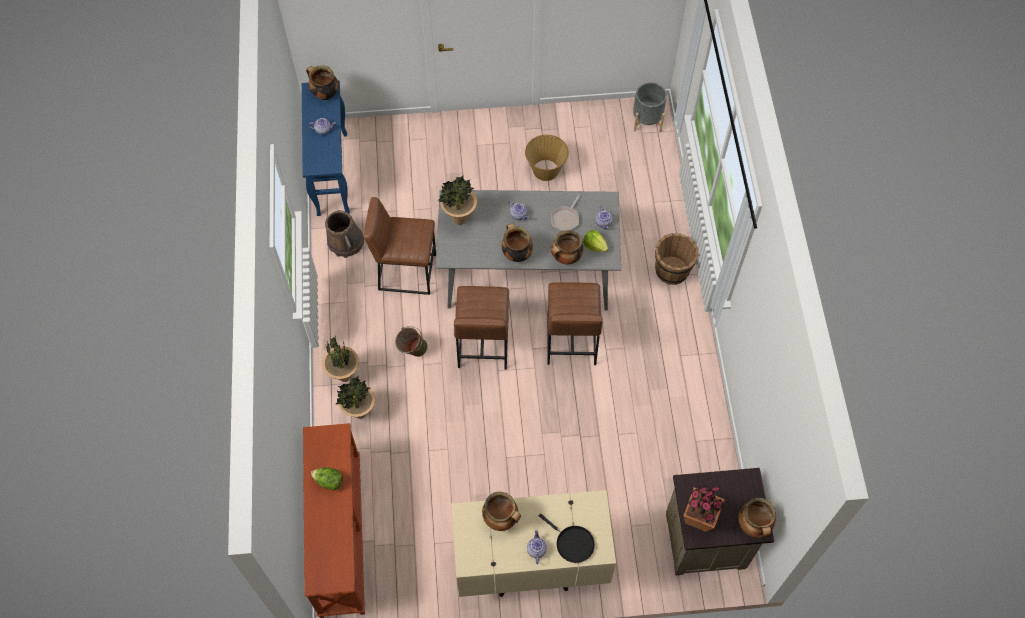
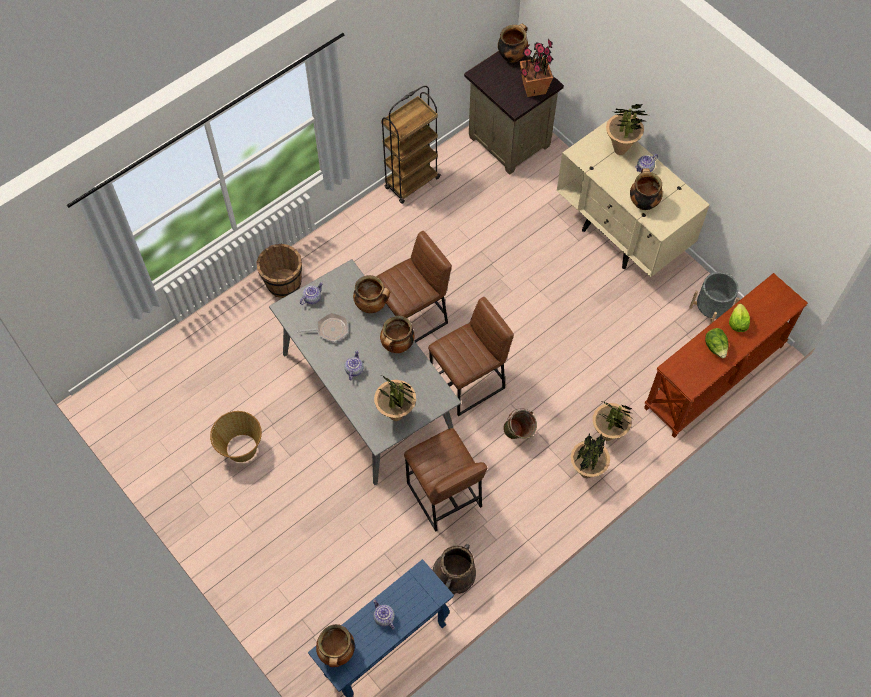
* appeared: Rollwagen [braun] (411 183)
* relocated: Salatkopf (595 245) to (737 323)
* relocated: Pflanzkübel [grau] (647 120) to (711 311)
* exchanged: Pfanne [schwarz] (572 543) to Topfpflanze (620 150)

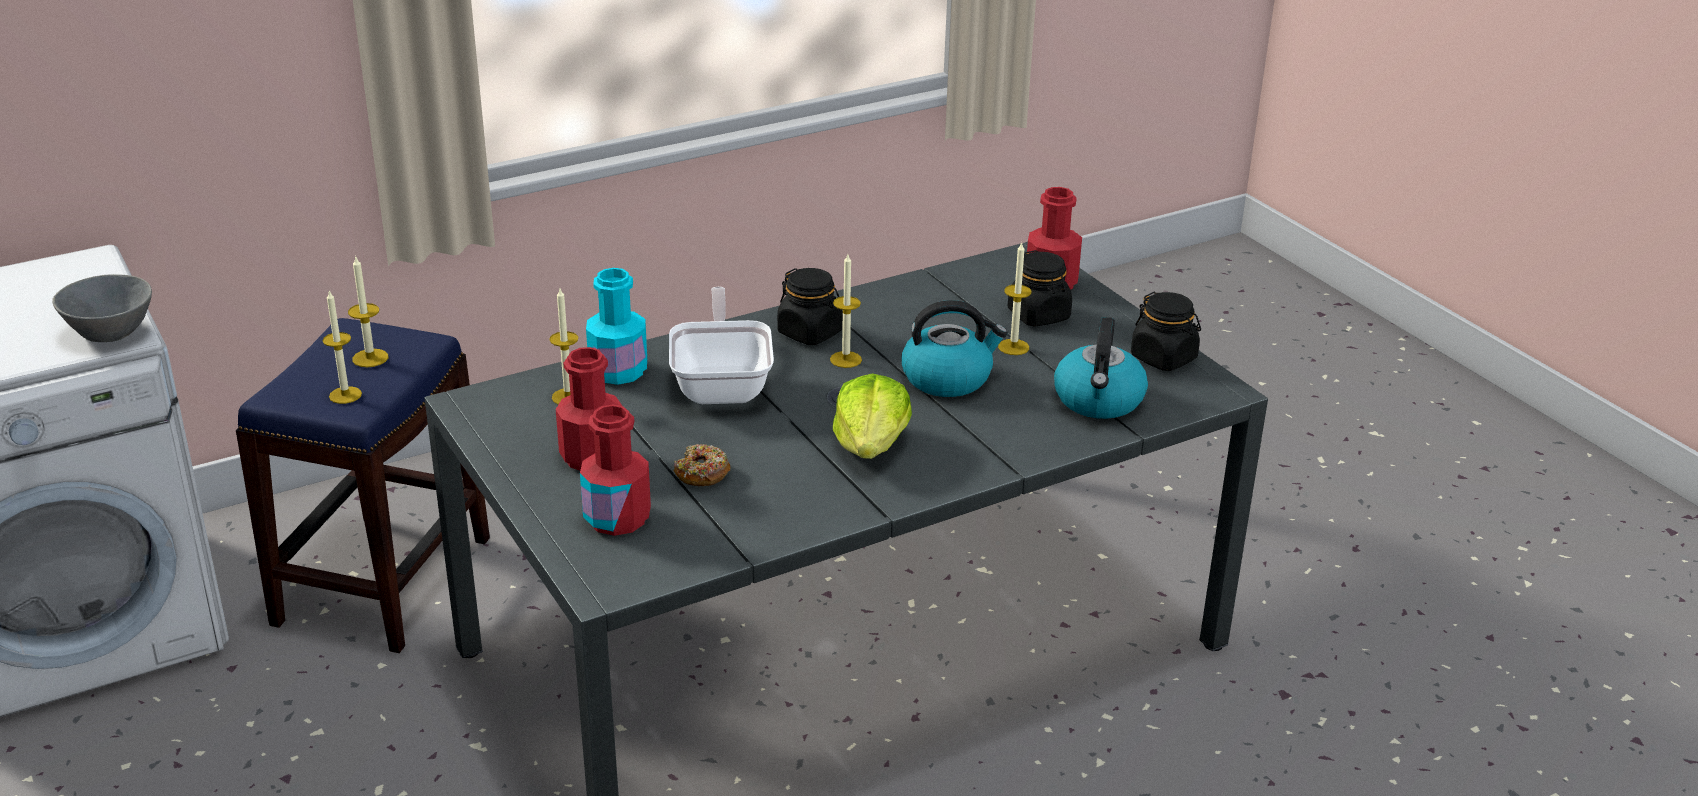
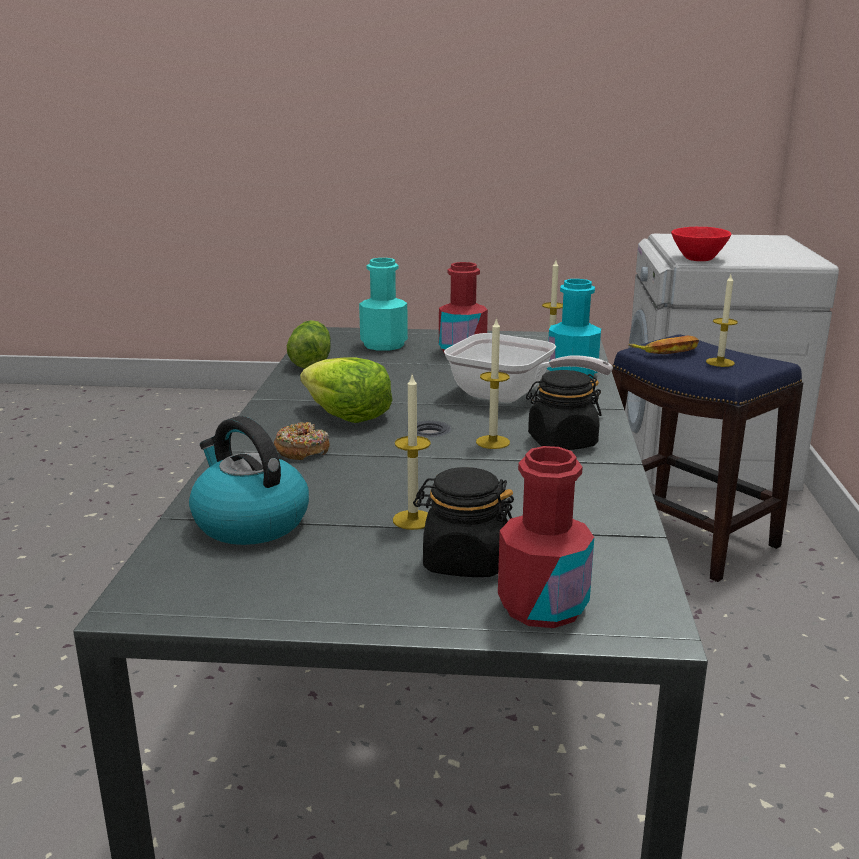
* missing: Wasserkessel (948 378)
* missing: Vorratsglas [schwarz] (1164 358)
* appeared: Salatkopf (311 360)
* relocated: Donut (702 474) to (302 450)
* exchanged: Kerze (345 395) to Banane (667 350)
* colour: Schüssel [grau] (111 334) to Schüssel [rot] (696 259)
* colour: Flasche [rot] (617 518) to Flasche [türkis] (384 345)

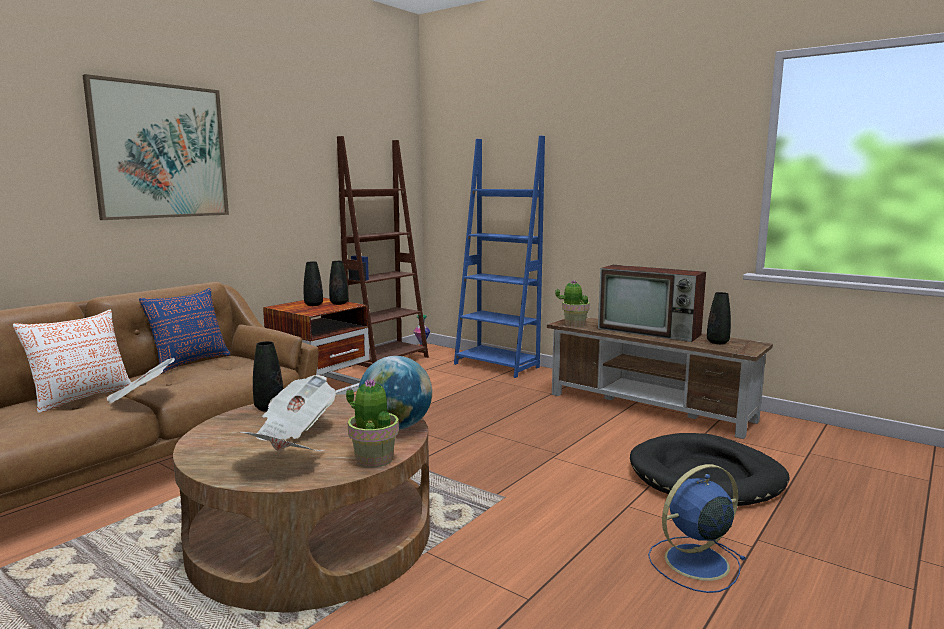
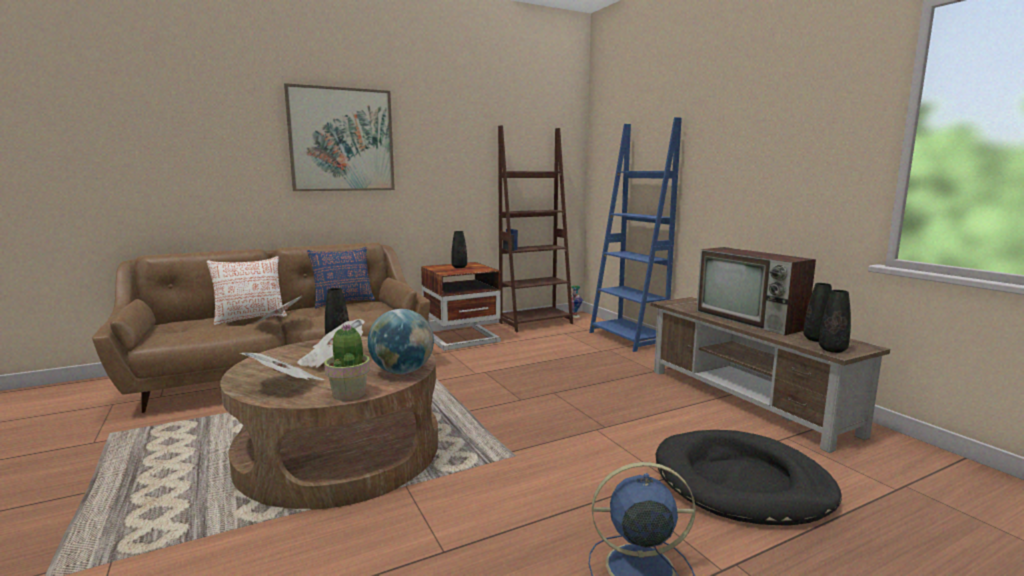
* missing: Topfpflanze (574 324)
* relocated: Vase [schwarz] (339 303) to (832 350)

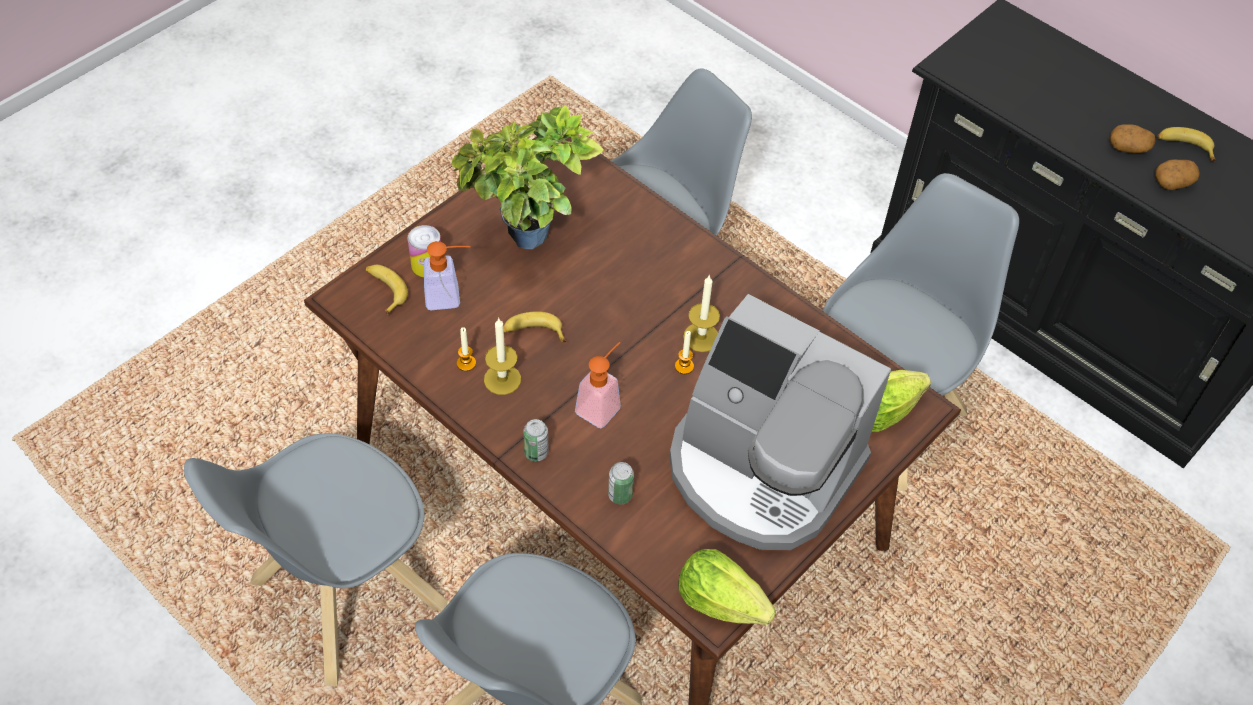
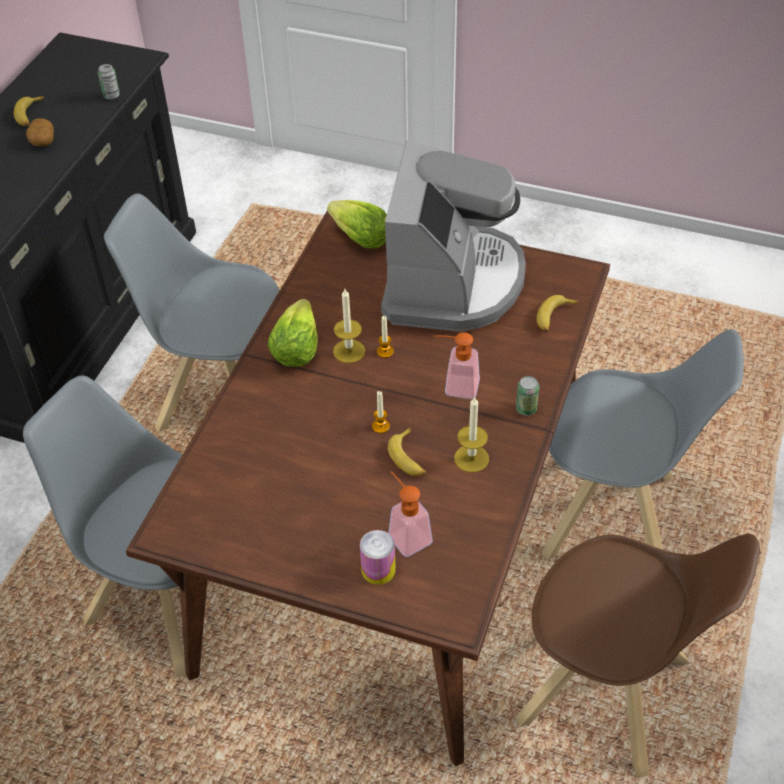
* missing: Topfpflanze (527 244)
* missing: Kartoffel (1172 182)
* relocated: Banane (385 290) to (554 317)
* relocated: Kerze (466 363) to (380 426)
* relocated: Dose (620 495) to (111 95)
* relocated: Salatkopf (720 601) to (296 350)
* colour: Stuhl [grau] (342 596) to Stuhl [braun] (609 694)

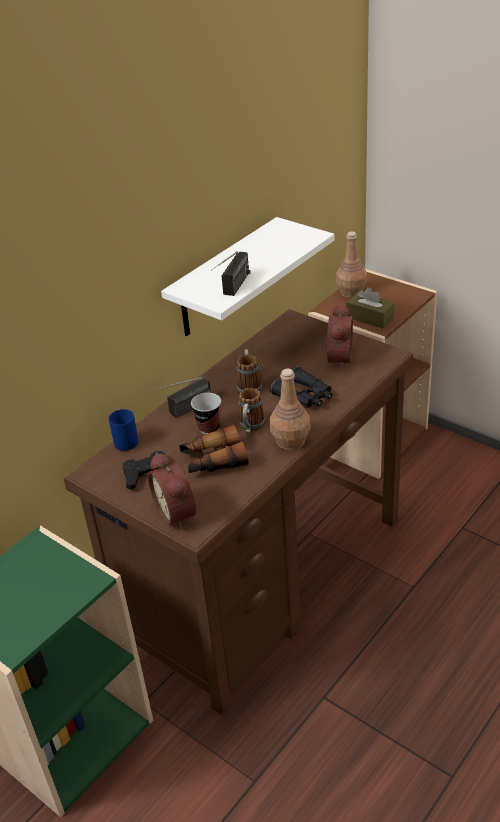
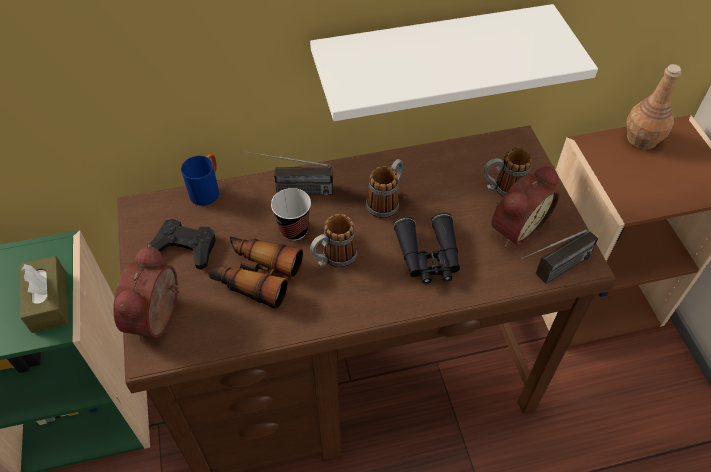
* missing: Flasche [braun] (291 441)
* appeared: Henkelbecher (502 189)
* relocated: Radio (233 290) to (551 274)
* relocated: Taschentuchbox [braun] (370 318) to (49 301)

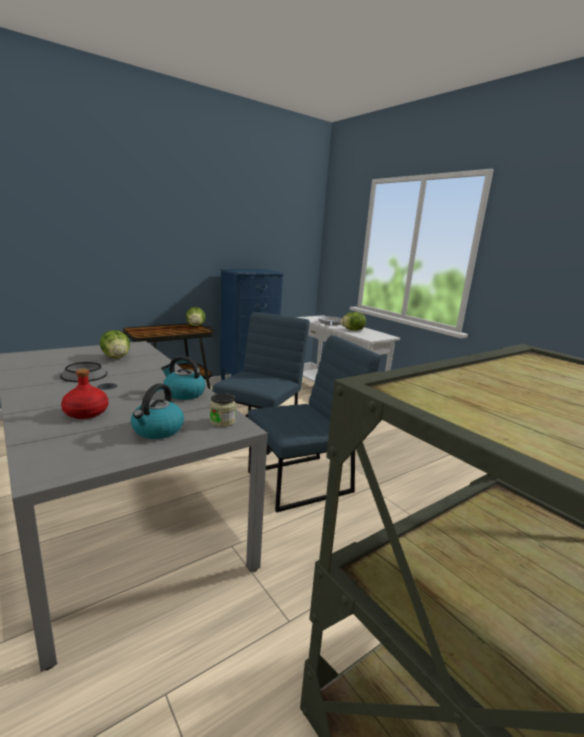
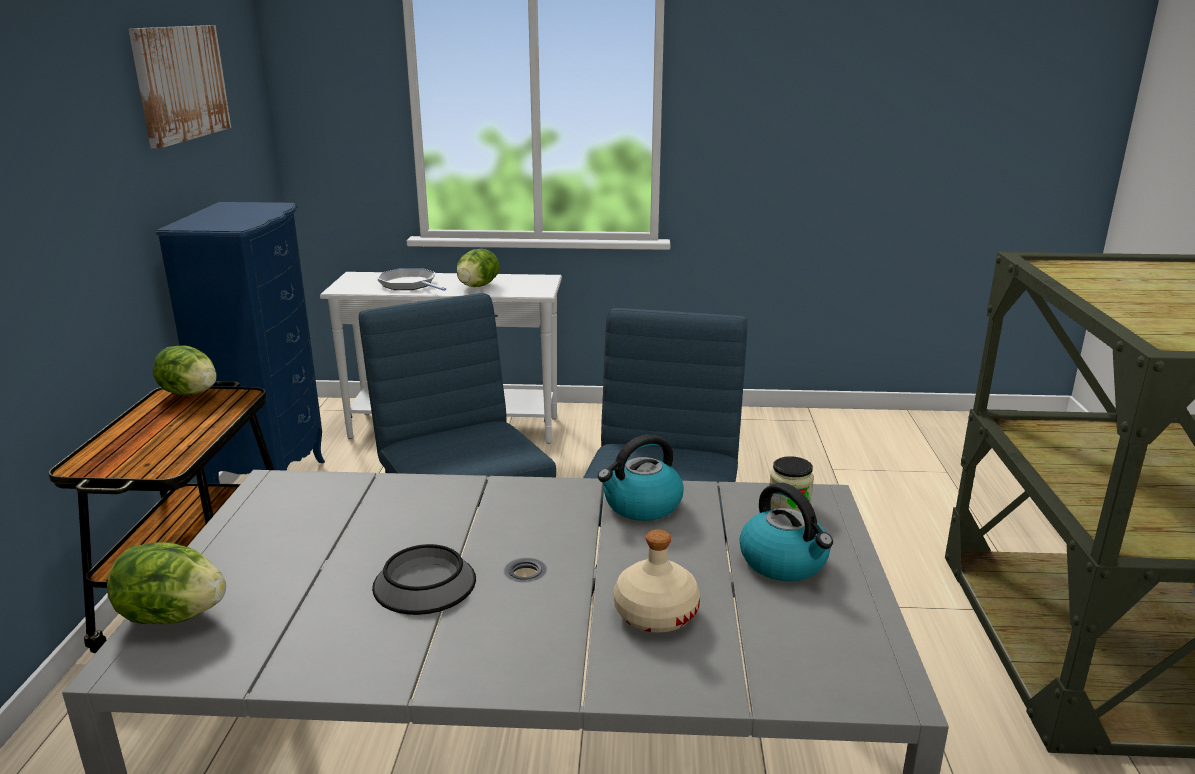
* appeared: Bild (180 83)
* relocated: Salatkopf (116 357) to (172 616)
* colour: Flasche [rot] (86 413) to Flasche [beige] (655 613)

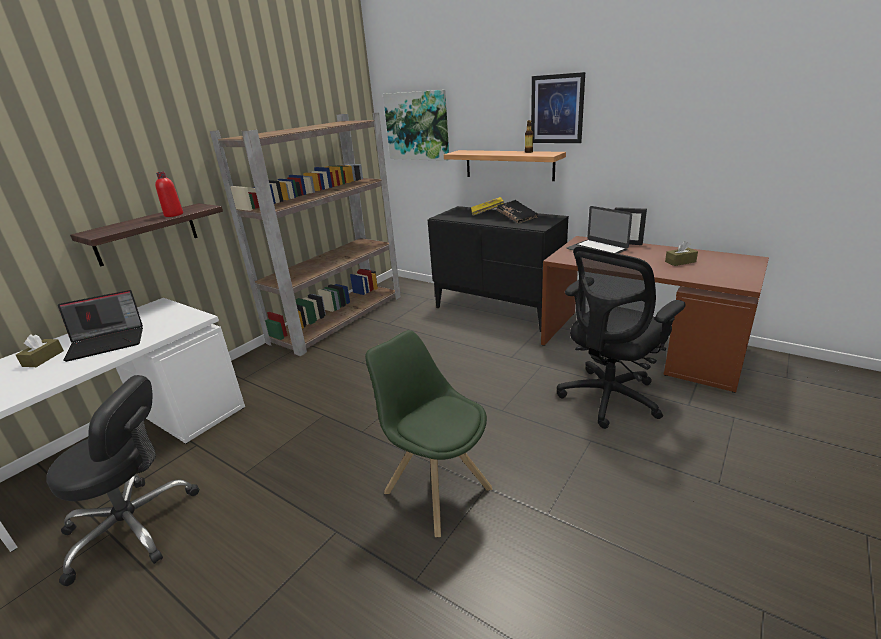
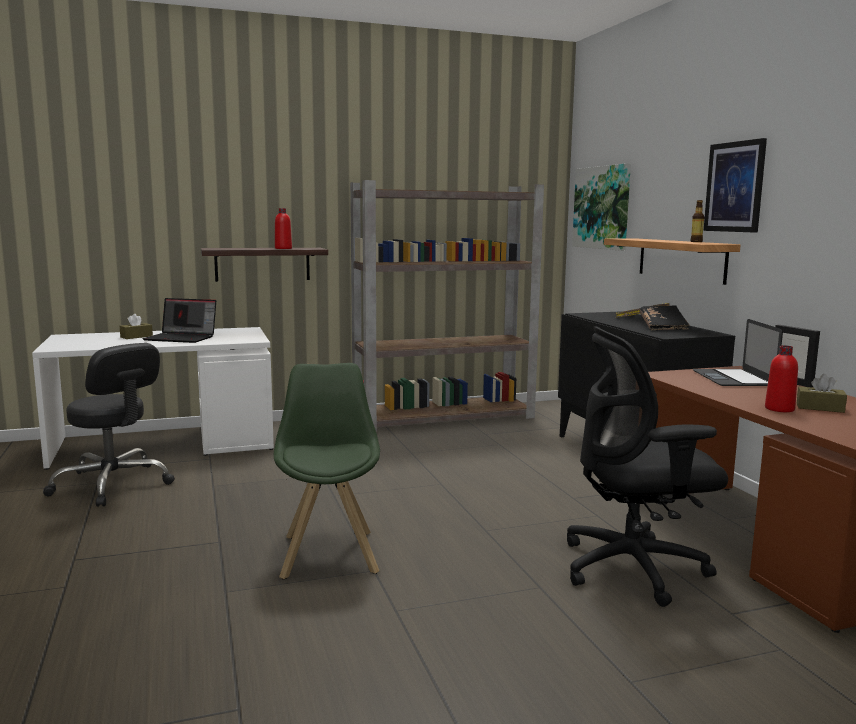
* appeared: Flasche [rot] (779 409)

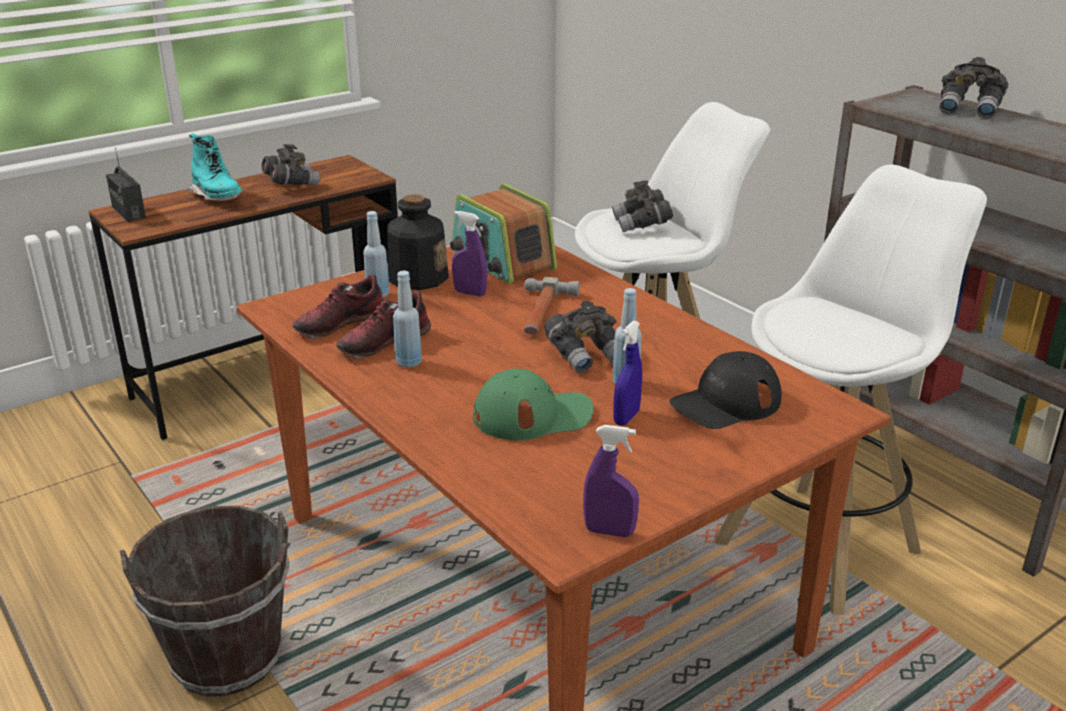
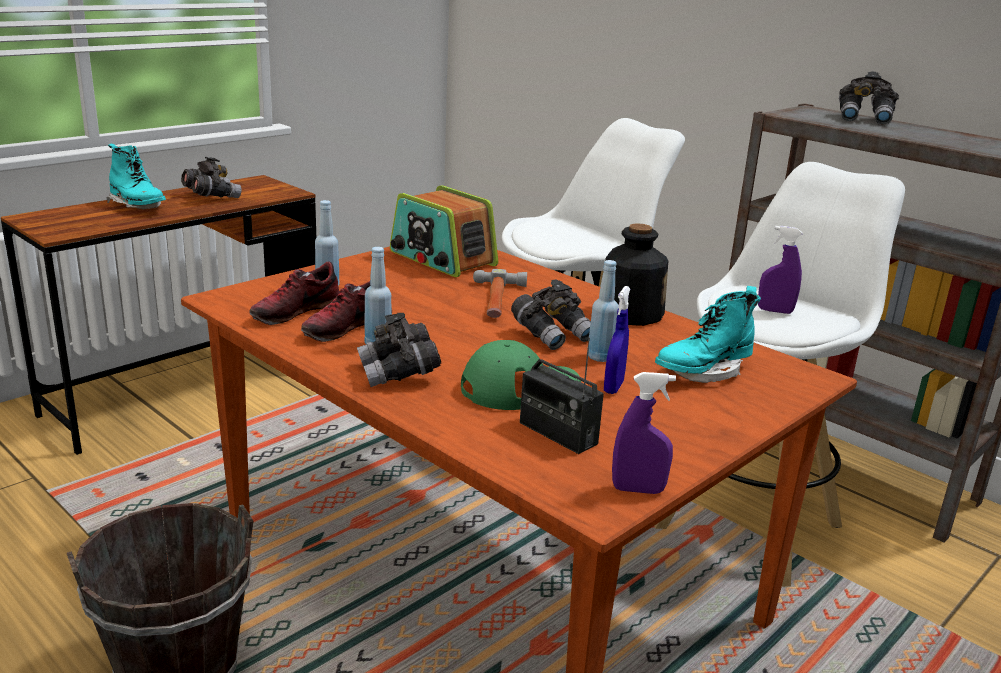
* relocated: Radio (128 212) to (557 433)
* relocated: Flasche (417 277) to (629 313)
* relocated: Sprühflasche [lila] (470 293) to (775 311)
* relocated: Fernglas [grau] (642 225) to (399 374)
* exchanged: Kappe [schwarz] (725 403) to Stiefel [türkis] (702 372)

